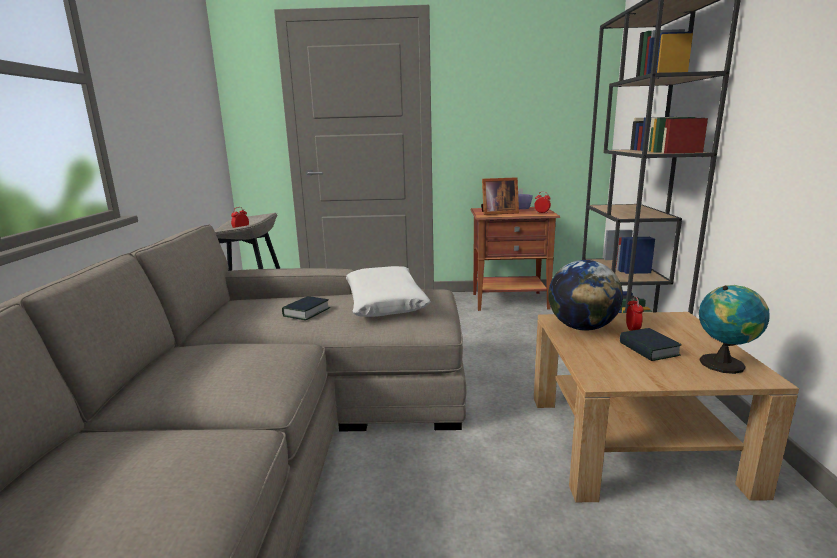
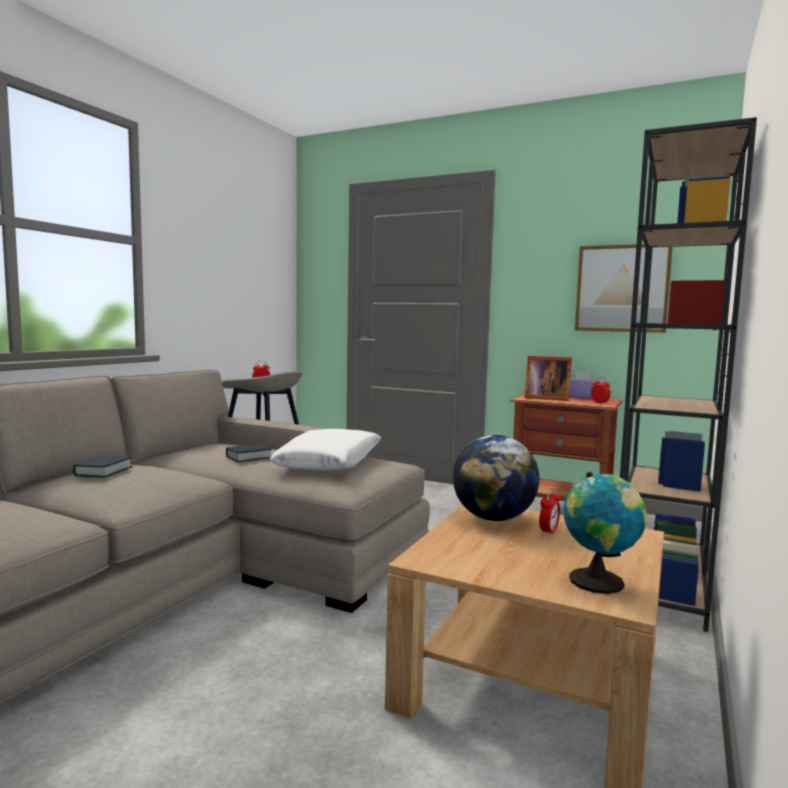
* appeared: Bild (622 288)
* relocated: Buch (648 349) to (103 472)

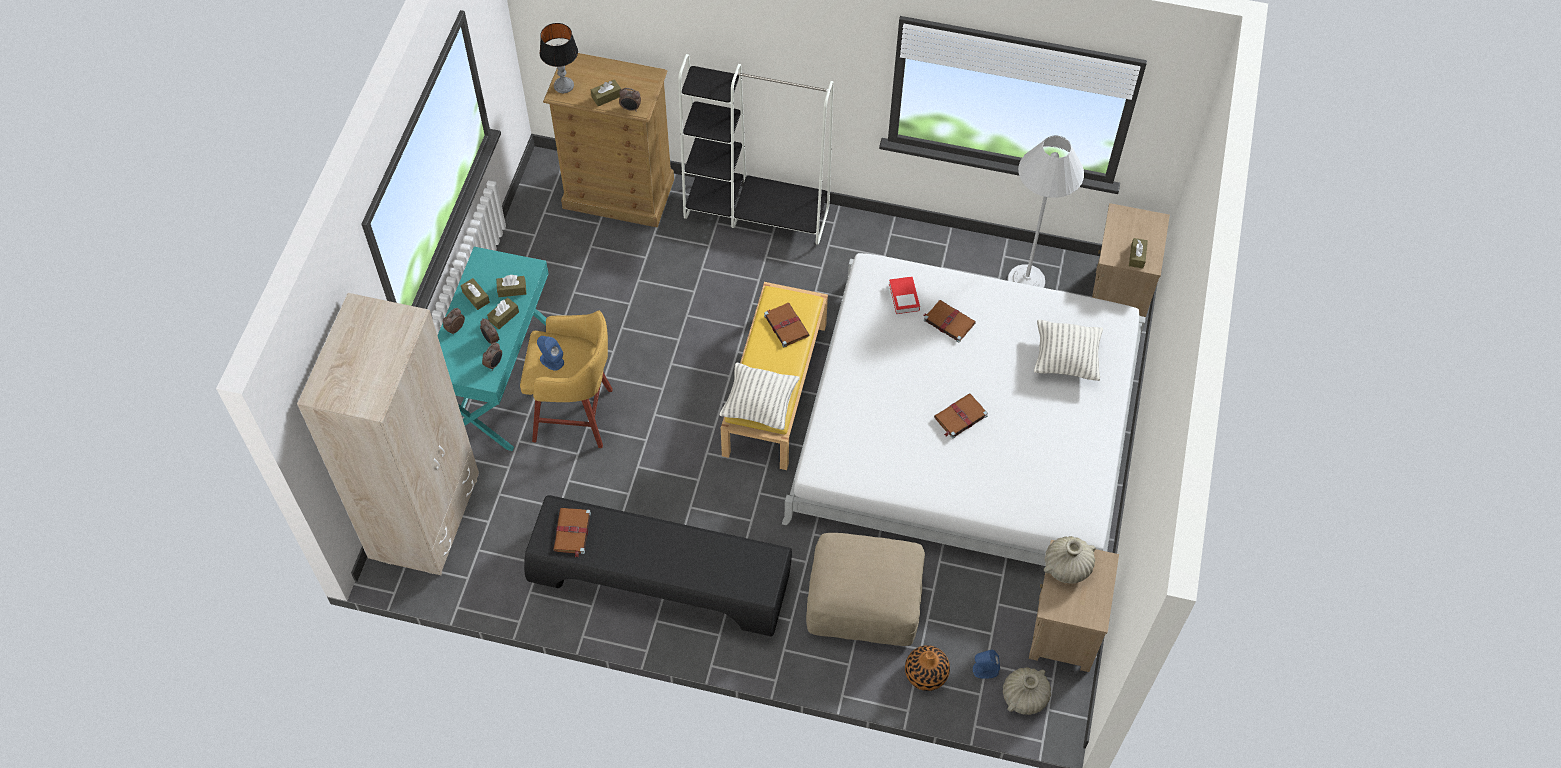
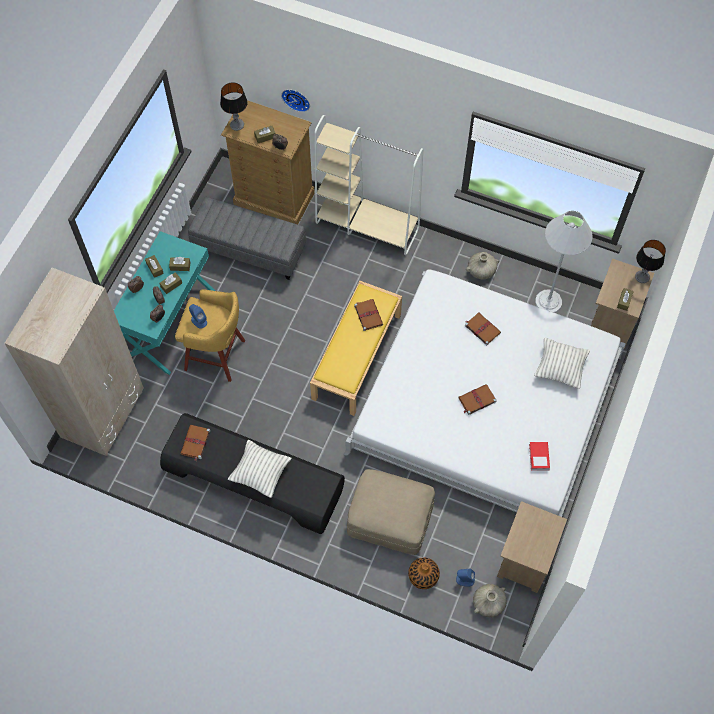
* appeared: Polsterhocker [grau] (250 250)
* appeared: Wanduhr (296 98)
* appeared: Tischlampe (642 277)
* relocated: Kissen (759 405) to (260 473)
* relocated: Buch (904 297) to (539 457)
* relocated: Vase [beige] (1067 567) to (481 271)
* colour: Kleiderständer [schwarz] (757 214) to Kleiderständer [beige] (367 227)

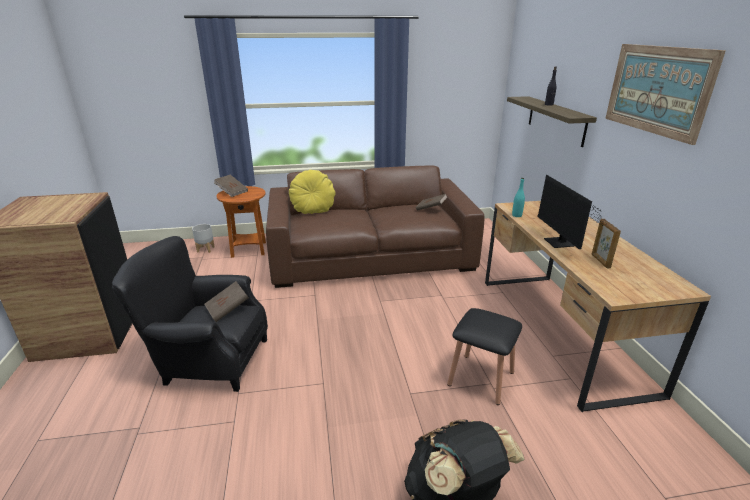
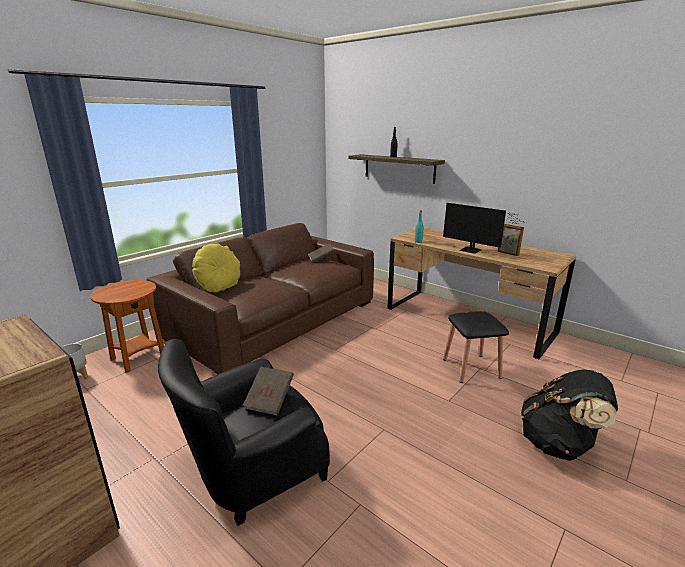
* missing: Buch [braun] (232 192)
* missing: Bild (657 90)

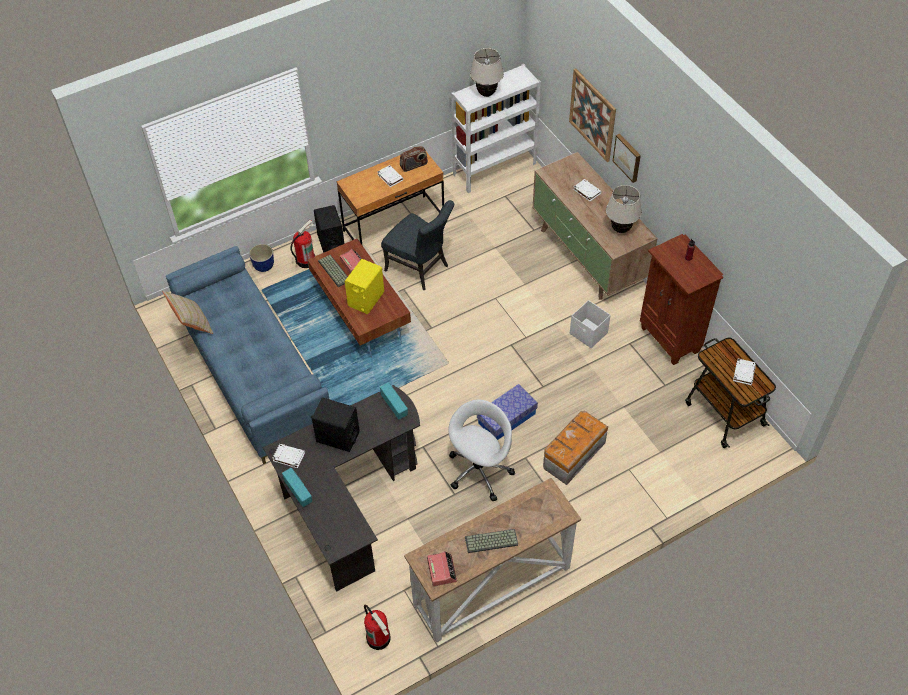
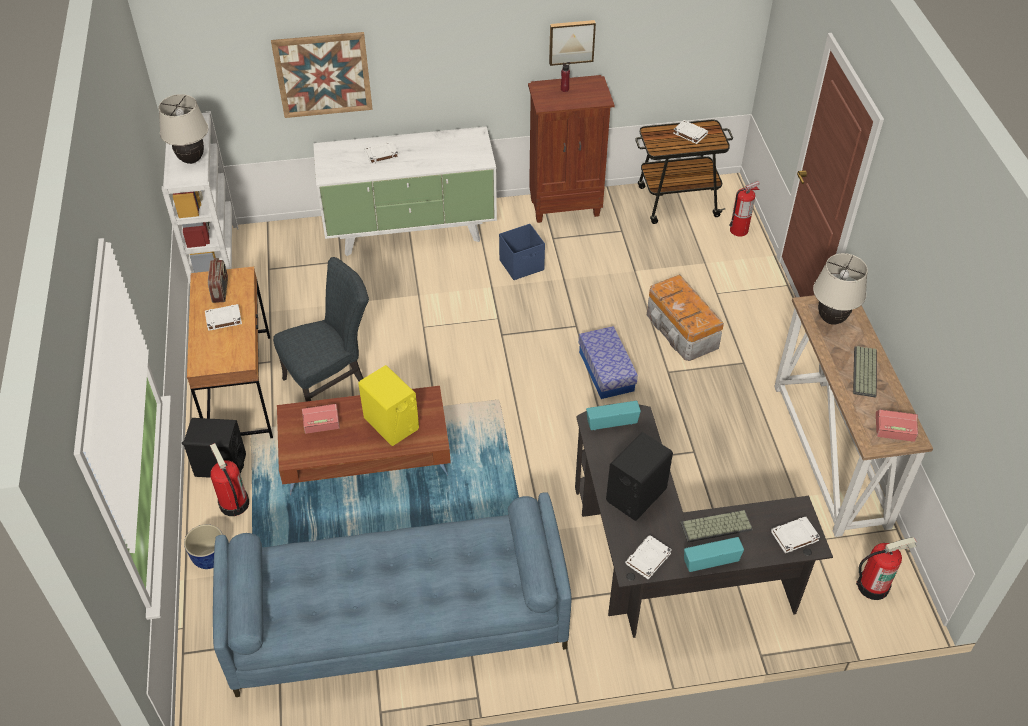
* missing: Kissen [beige] (192 324)
* missing: Bürostuhl [weiß] (480 470)
* appeared: Feuerlöscher (739 230)
* appeared: Buch [weiß] (794 536)
* relocated: Tastatur (333 271) to (716 527)
* relocated: Tischlampe [beige] (621 229) to (831 319)
* relocated: Bild (628 157) to (571 41)
* colour: Kommode [grün] (588 255) to Kommode [weiß] (410 229)
* colour: Aufbewahrungsbox [weiß] (588 334) to Aufbewahrungsbox [blau] (522 265)

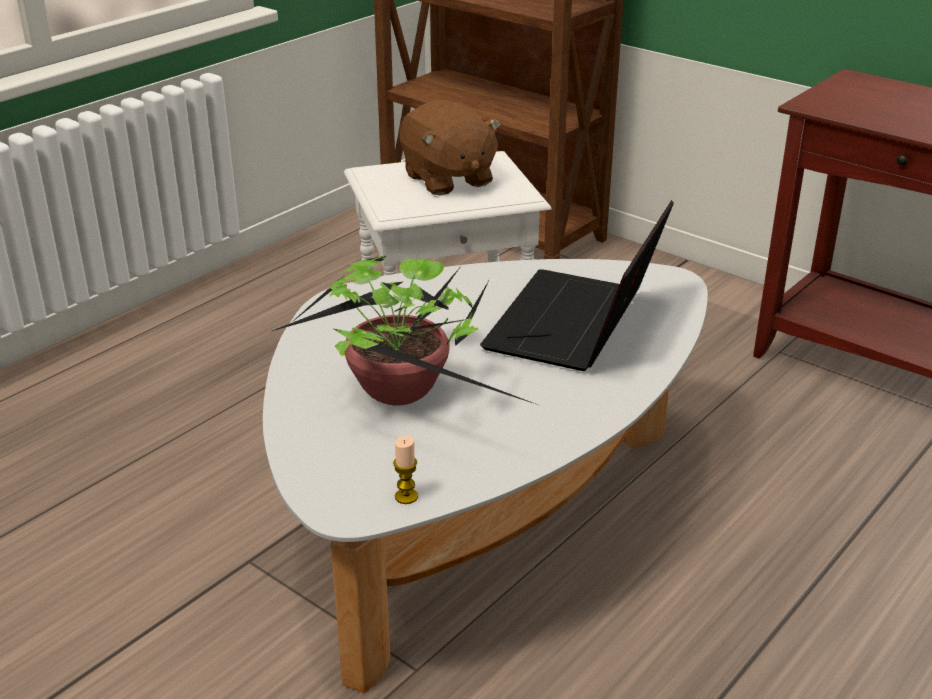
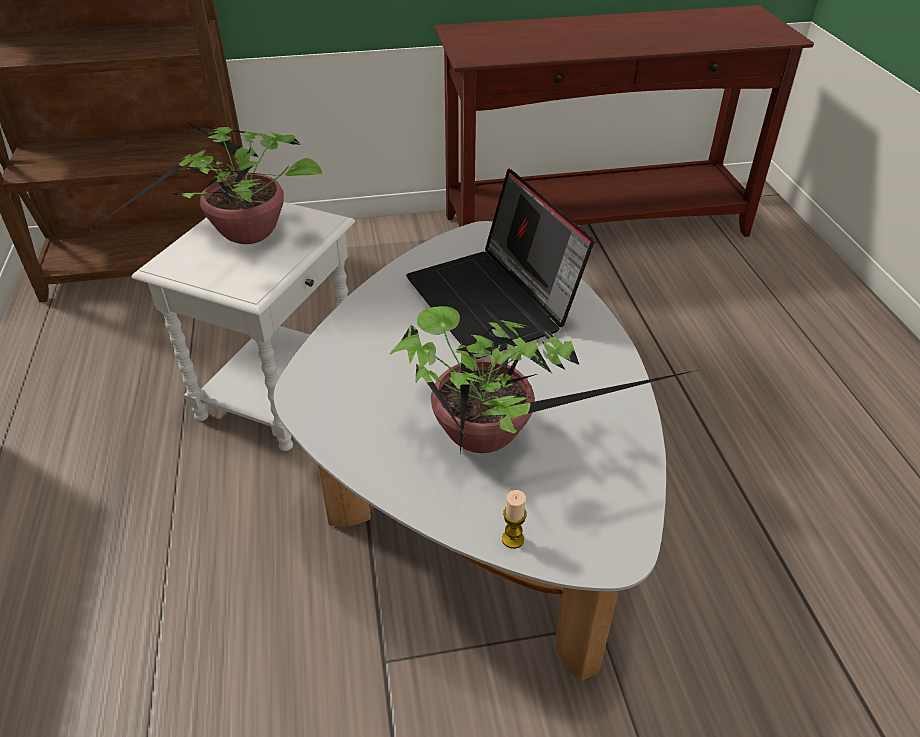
* relocated: Kerze (406 496) to (513 539)
* exchanged: Plüschtier [braun] (447 179) to Topfpflanze (245 237)

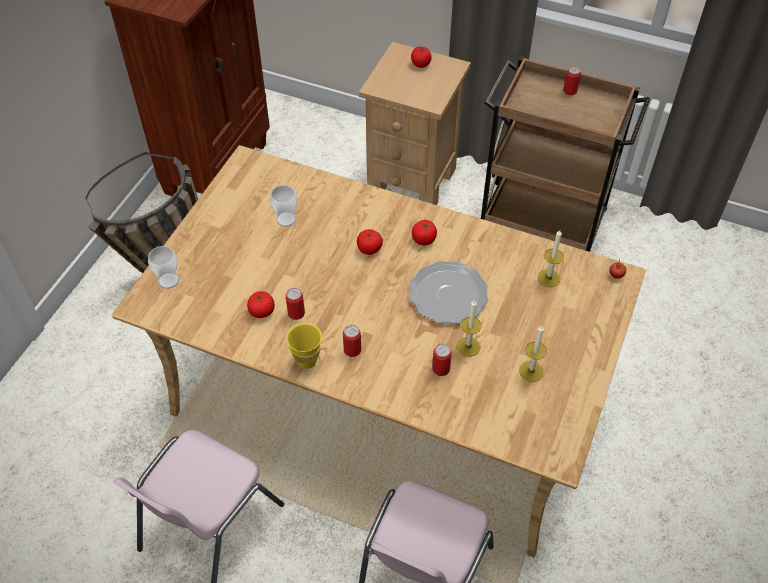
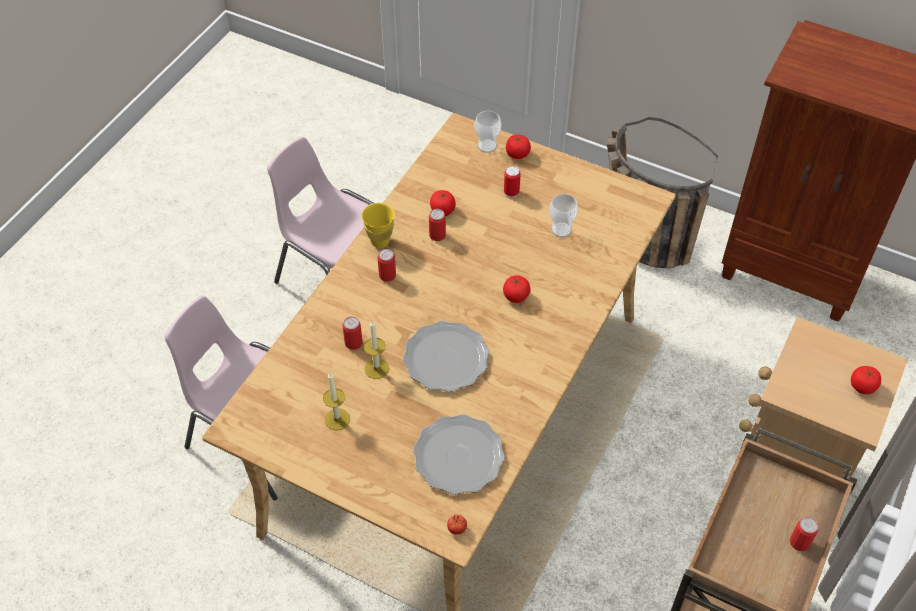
* appeared: Dose (511 192)
* relocated: Tomate (424 239) to (517 154)
* exchanged: Kerze (548 278) to Teller (459 457)

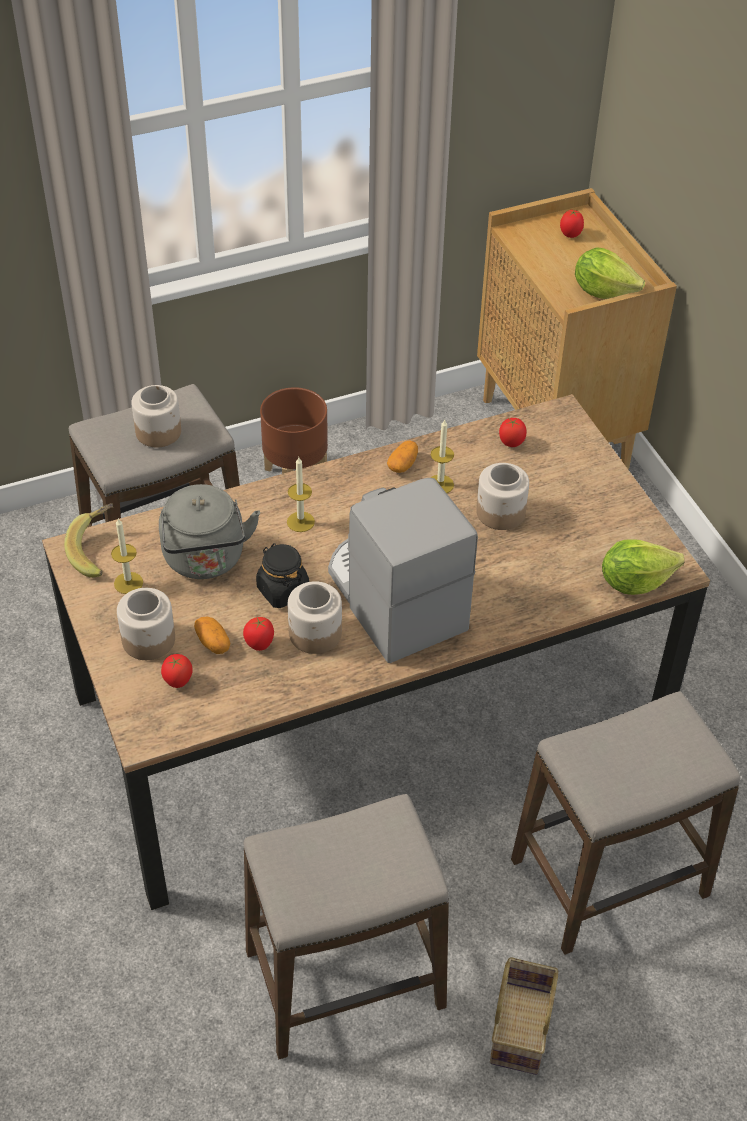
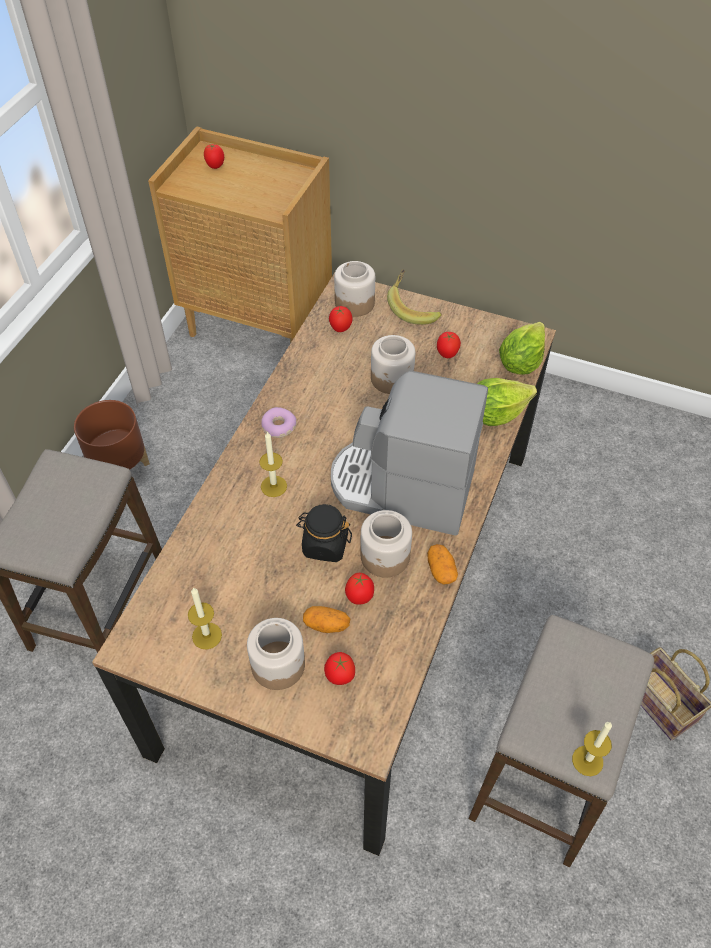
* missing: Wasserkessel [grau] (206 560)
* missing: Hocker (610 879)
* appeared: Donut (278 427)
* appeared: Tomate (447 355)
* relocated: Banane (98 551) to (413 308)
* relocated: Vorratsglas (158 431) to (354 303)
* relocated: Kartoffel (403 464) to (441 570)
* relocated: Kerze (440 484) to (587 760)
* relocated: Salatkopf (603 291) to (495 414)

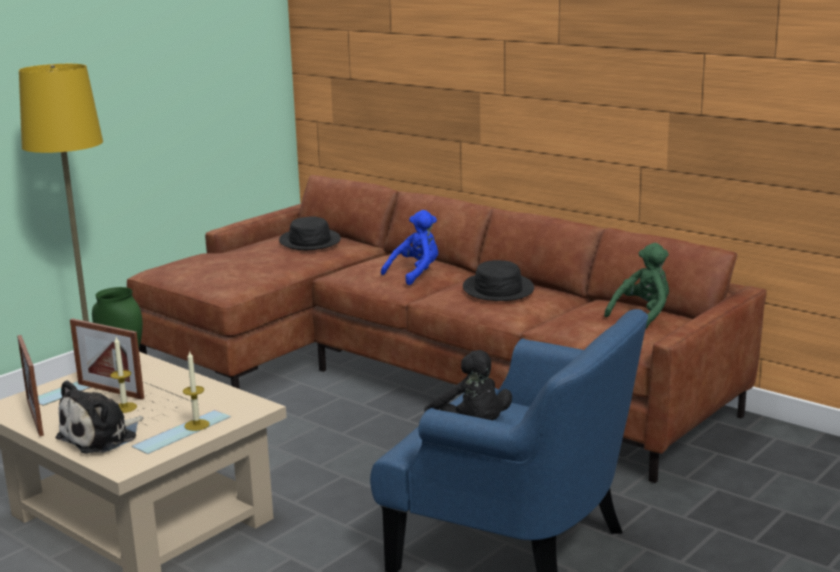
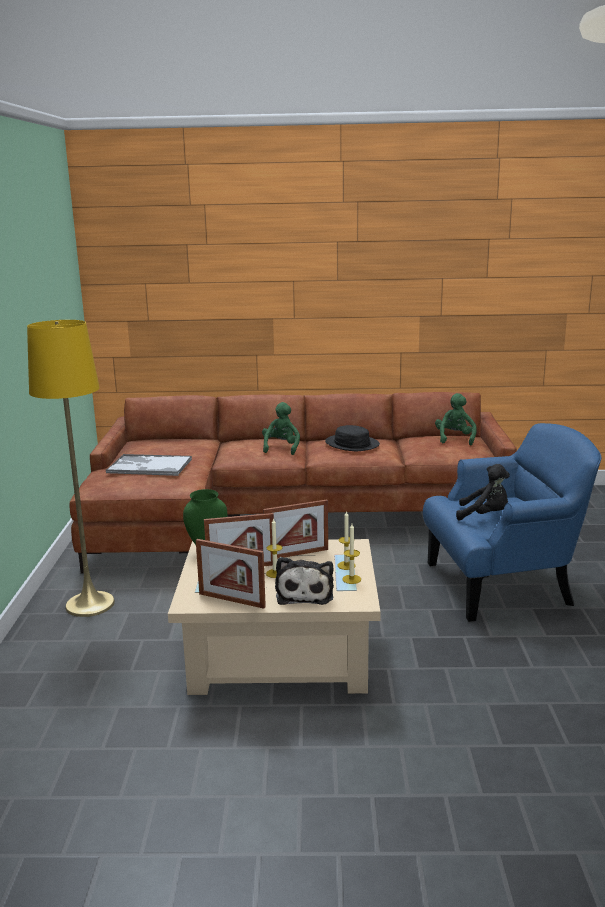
* missing: Hut [schwarz] (310 241)
* appeared: Tablett (149 466)
* appeared: Bilderrahmen (297 554)
* appeared: Kerze (351 579)
* colour: Plüschtier [blau] (415 274) to Plüschtier [grün] (281 448)

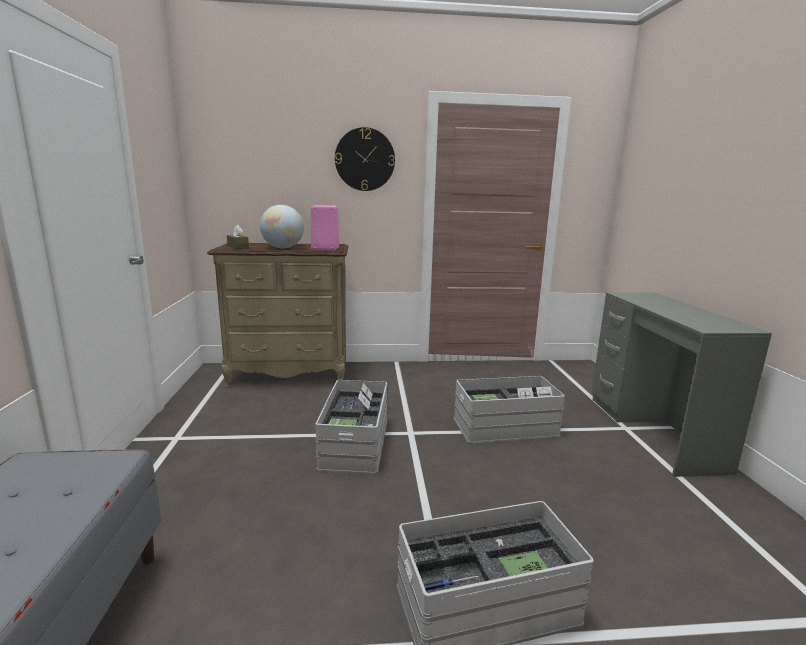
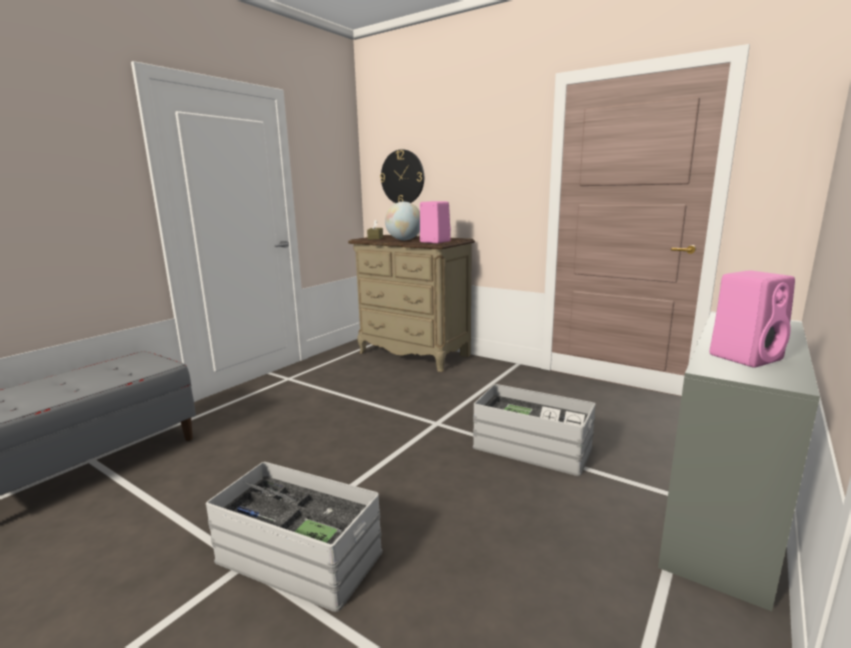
* missing: Aufbewahrungsbox [grau] (354 442)
* appeared: Lautsprecher [rosa] (745 357)
* relocated: Wanduhr (365 159) to (402 177)

